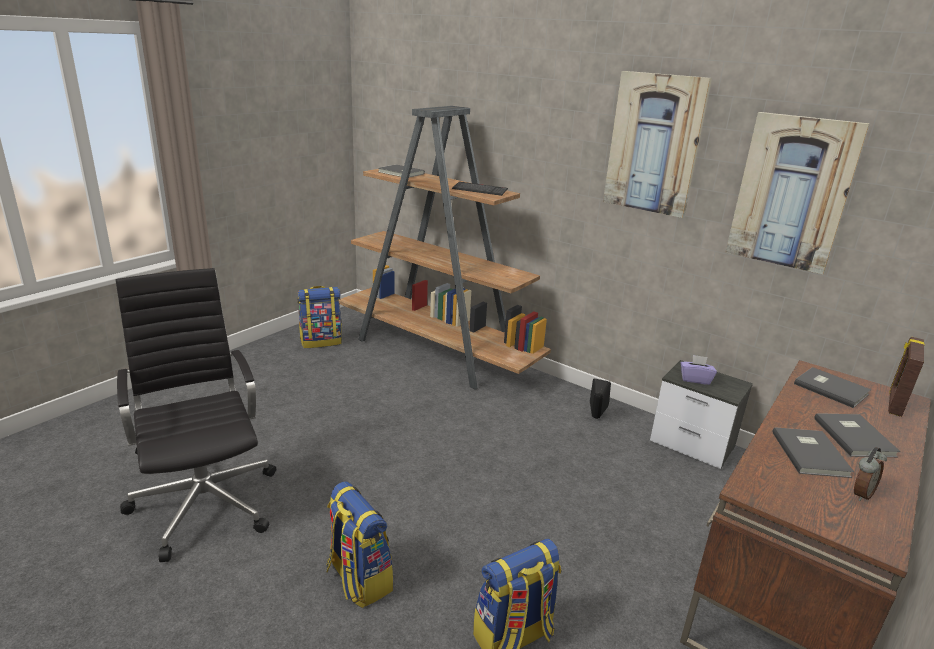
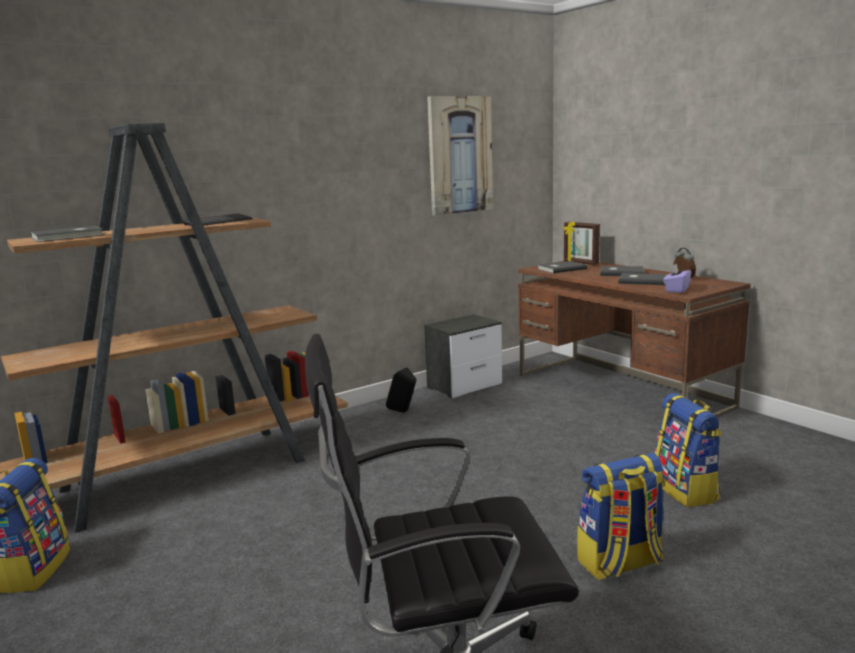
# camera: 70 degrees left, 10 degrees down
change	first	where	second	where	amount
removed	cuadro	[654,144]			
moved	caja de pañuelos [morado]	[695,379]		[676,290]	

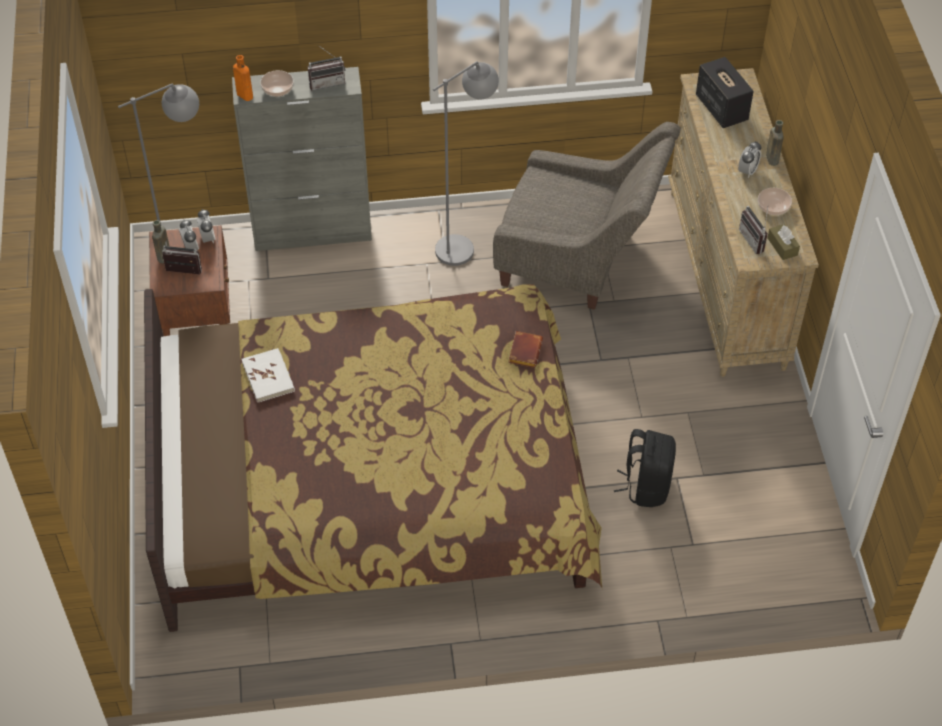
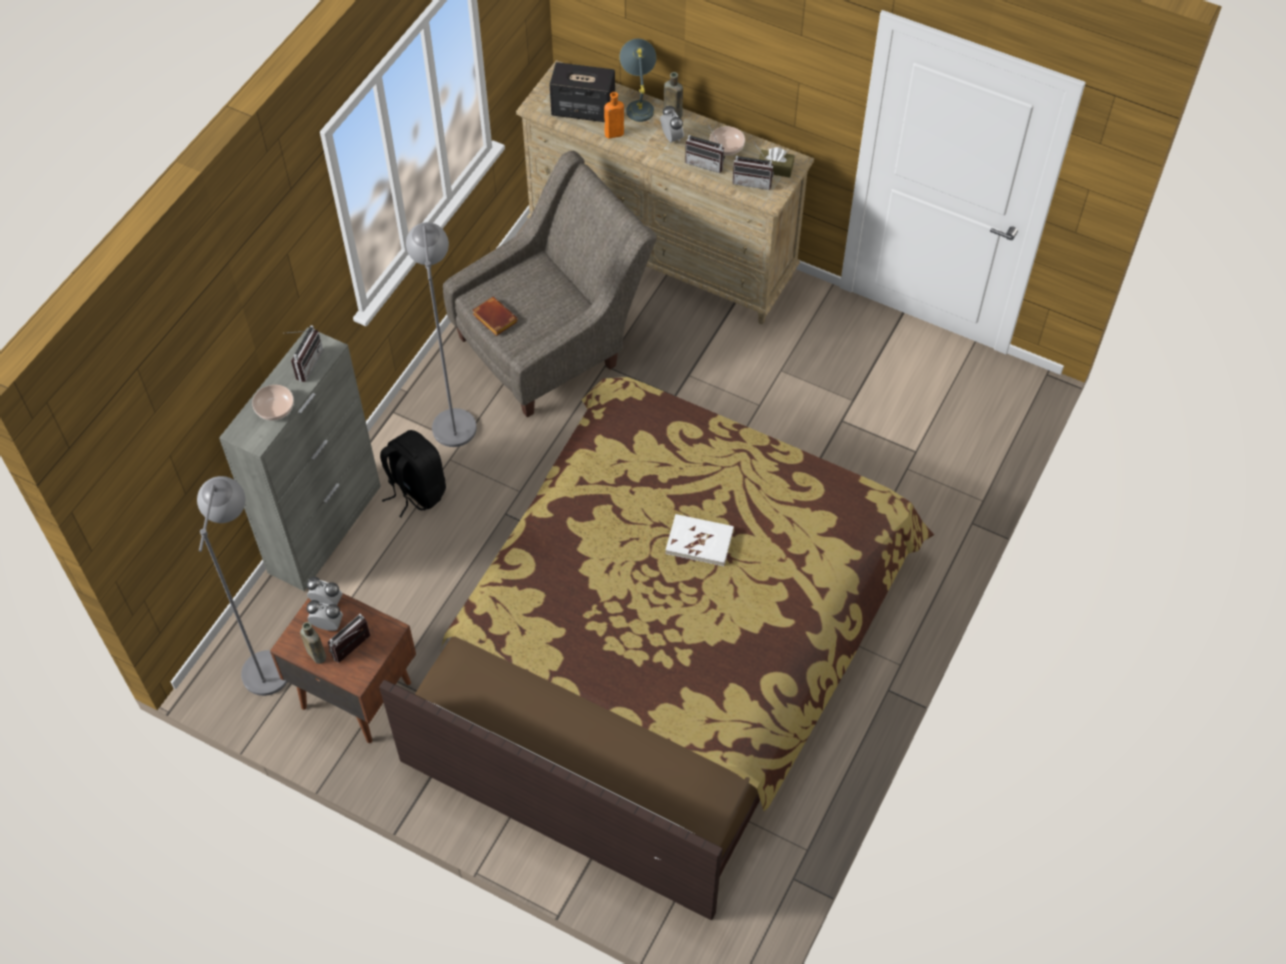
# camera: 55 degrees left, 5 degrees up
change	first	where	second	where	amount
added			lámpara de mesa [gris]	[639,104]	
added			radio	[706,162]	
moved	botella [naranja]	[244,95]		[612,134]	
moved	libro [blanco]	[268,377]		[699,541]	
moved	libro [marrón]	[524,351]		[493,319]	
moved	mochila [negro]	[646,486]		[416,490]	

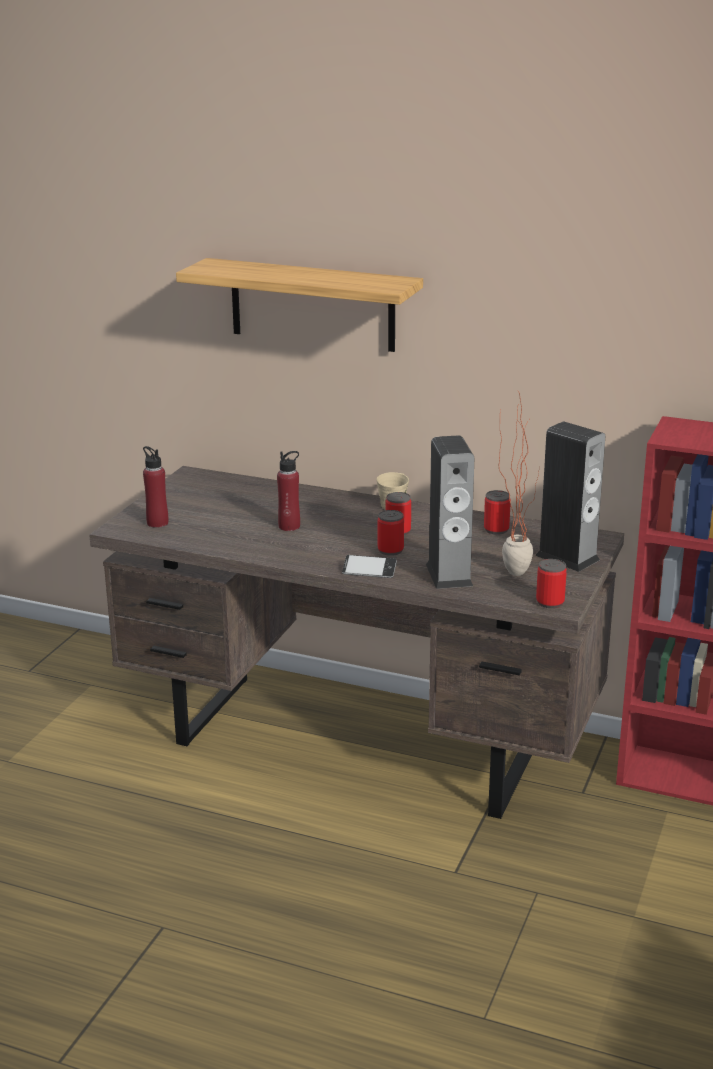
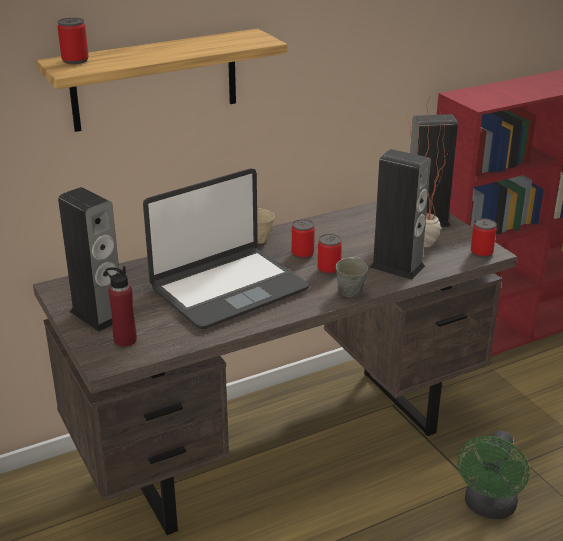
# camera: 50 degrees left, 5 degrees up
change	first	where	second	where	amount
added			altavoz	[98,314]	
added			ventilador [verde]	[488,508]	
moved	lata	[496,529]		[75,60]	
replaced	botella [rojo]	[289,526]	portátil	[228,288]	
replaced	móvil	[369,571]	taza grande [gris]	[350,290]	

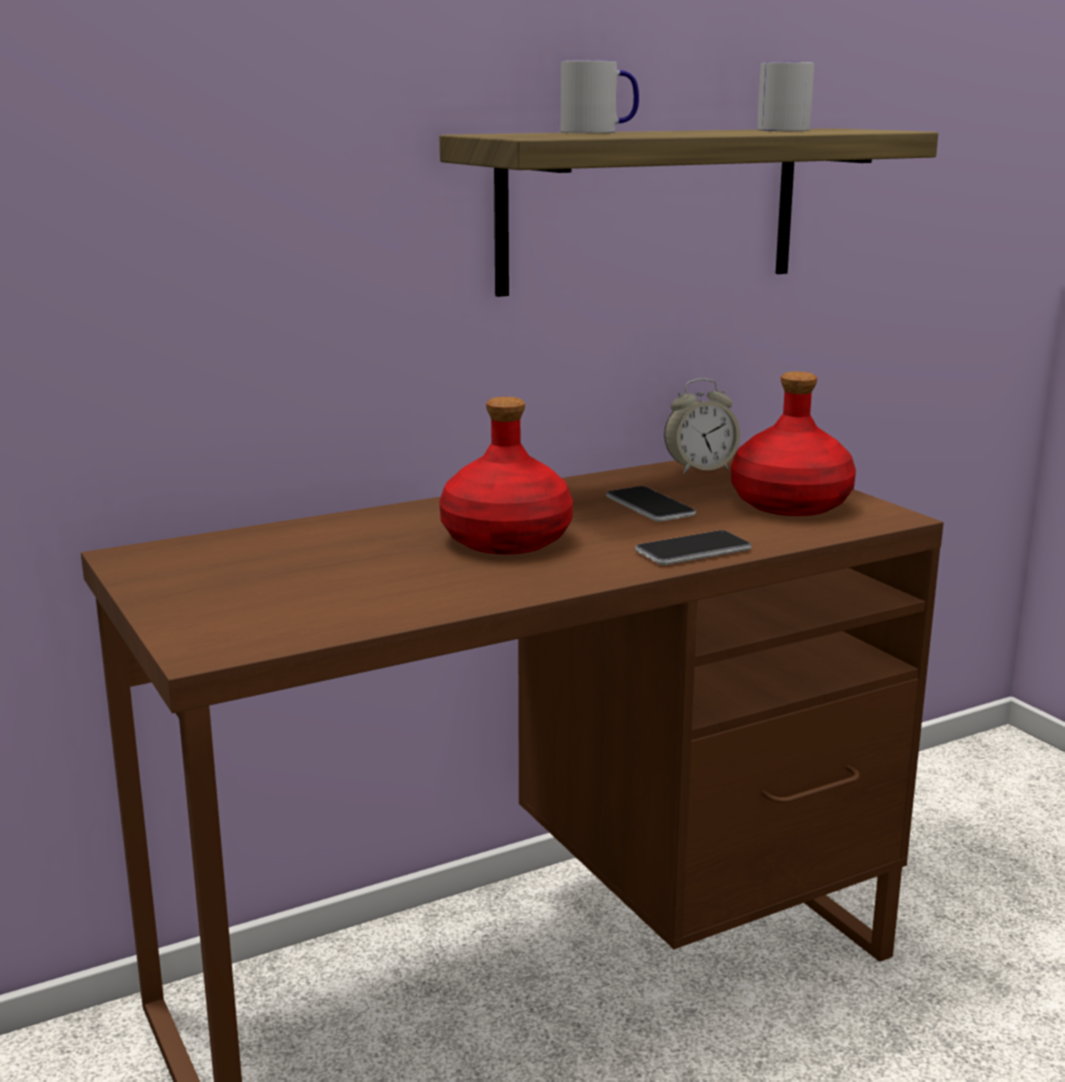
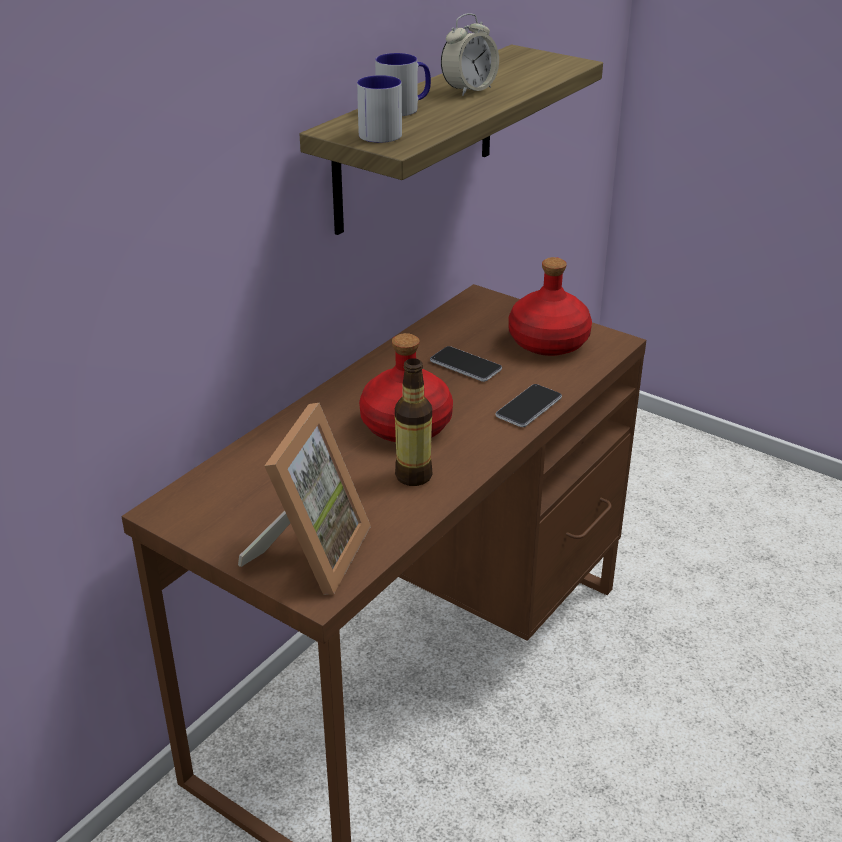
# camera: 25 degrees left, 15 degrees up
change	first	where	second	where	amount
added			portarretratos	[310,553]	
added			botella	[413,476]	
moved	despertador	[700,469]		[469,90]	
moved	taza grande	[783,130]		[378,132]	

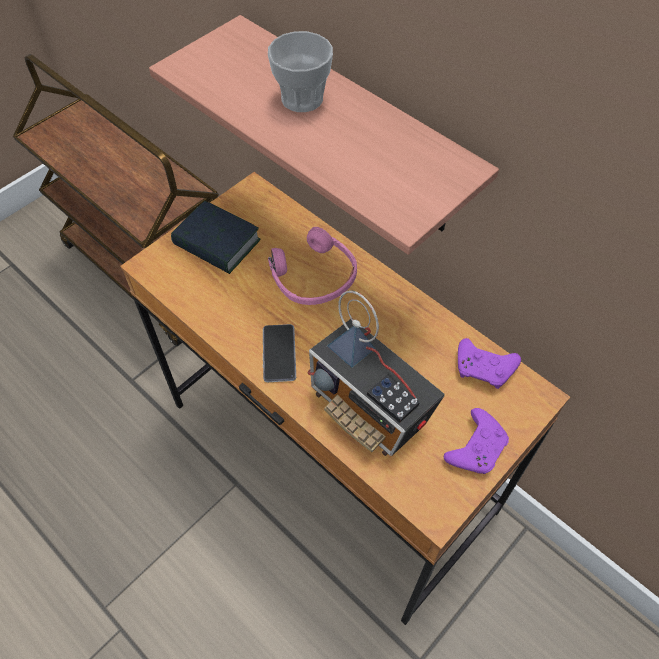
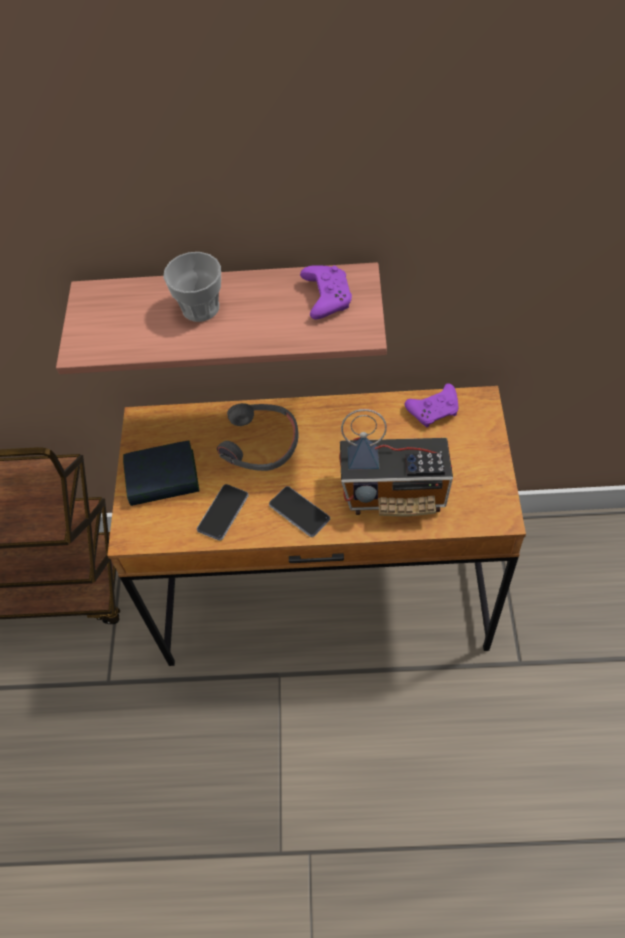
# camera: 40 degrees left, 0 degrees up
change	first	where	second	where	amount
added			móvil	[223,512]	
moved	mando de consola [morado]	[476,447]		[326,297]	
recoloured	auriculares [rosa]	[313,276]	auriculares [gris]	[260,444]	

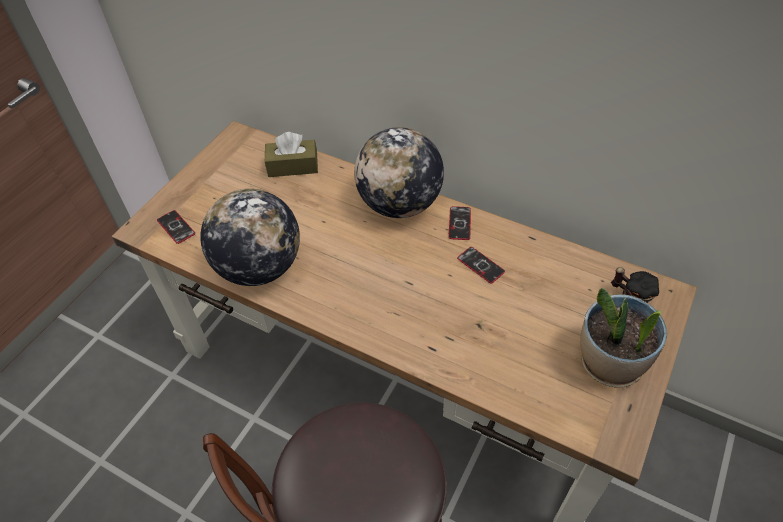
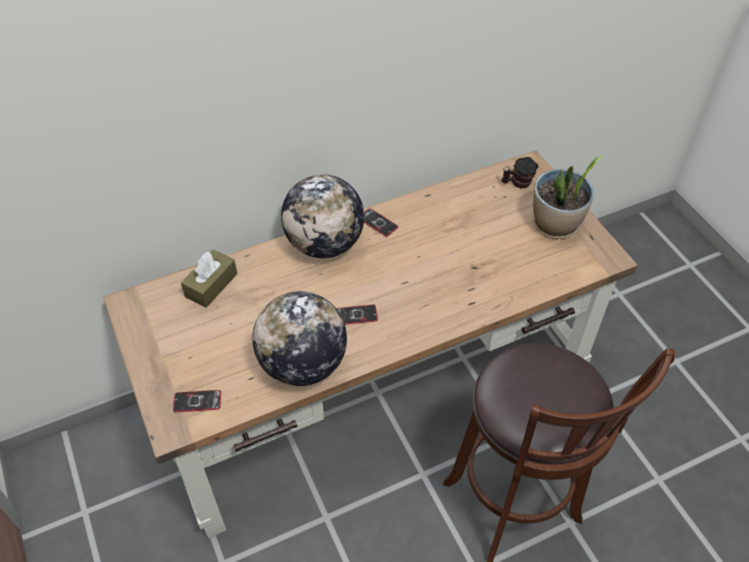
# camera: 55 degrees left, 0 degrees up
change	first	where	second	where	amount
moved	móvil	[480,265]		[355,315]	

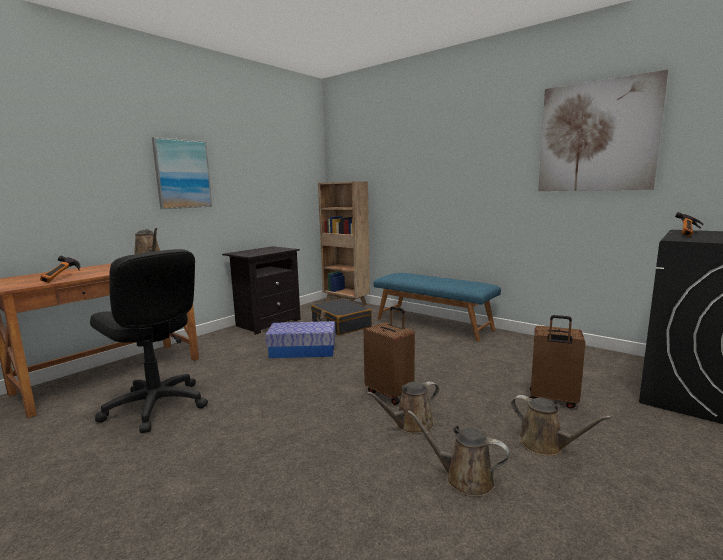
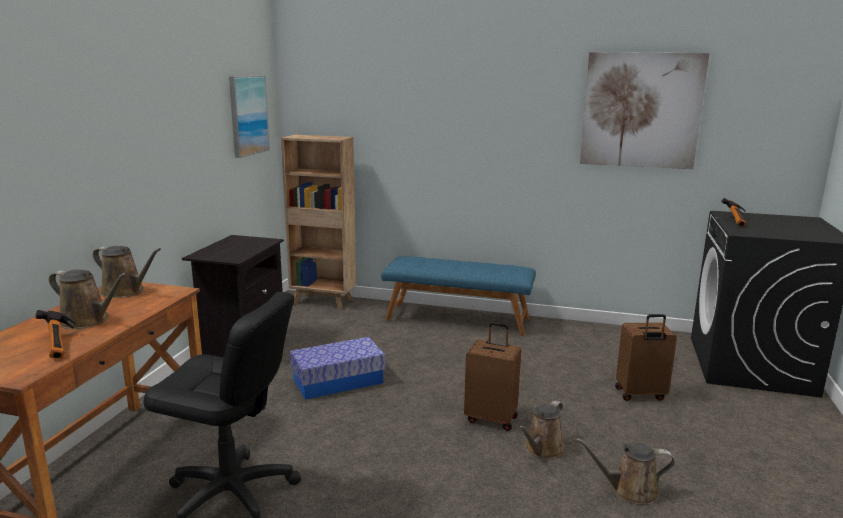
# camera: 25 degrees left, 5 degrees up
change	first	where	second	where	amount
removed	maleta [negro]	[340,325]			
moved	cuadro	[182,174]		[248,115]	
moved	regadera [marrón]	[545,445]		[87,320]	

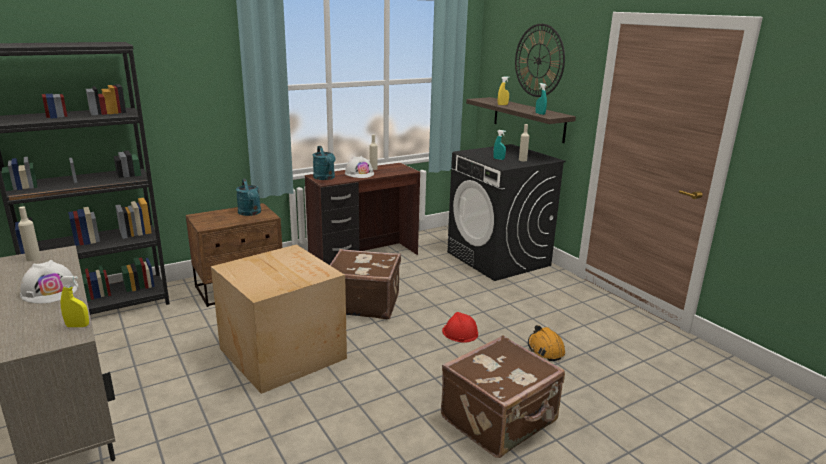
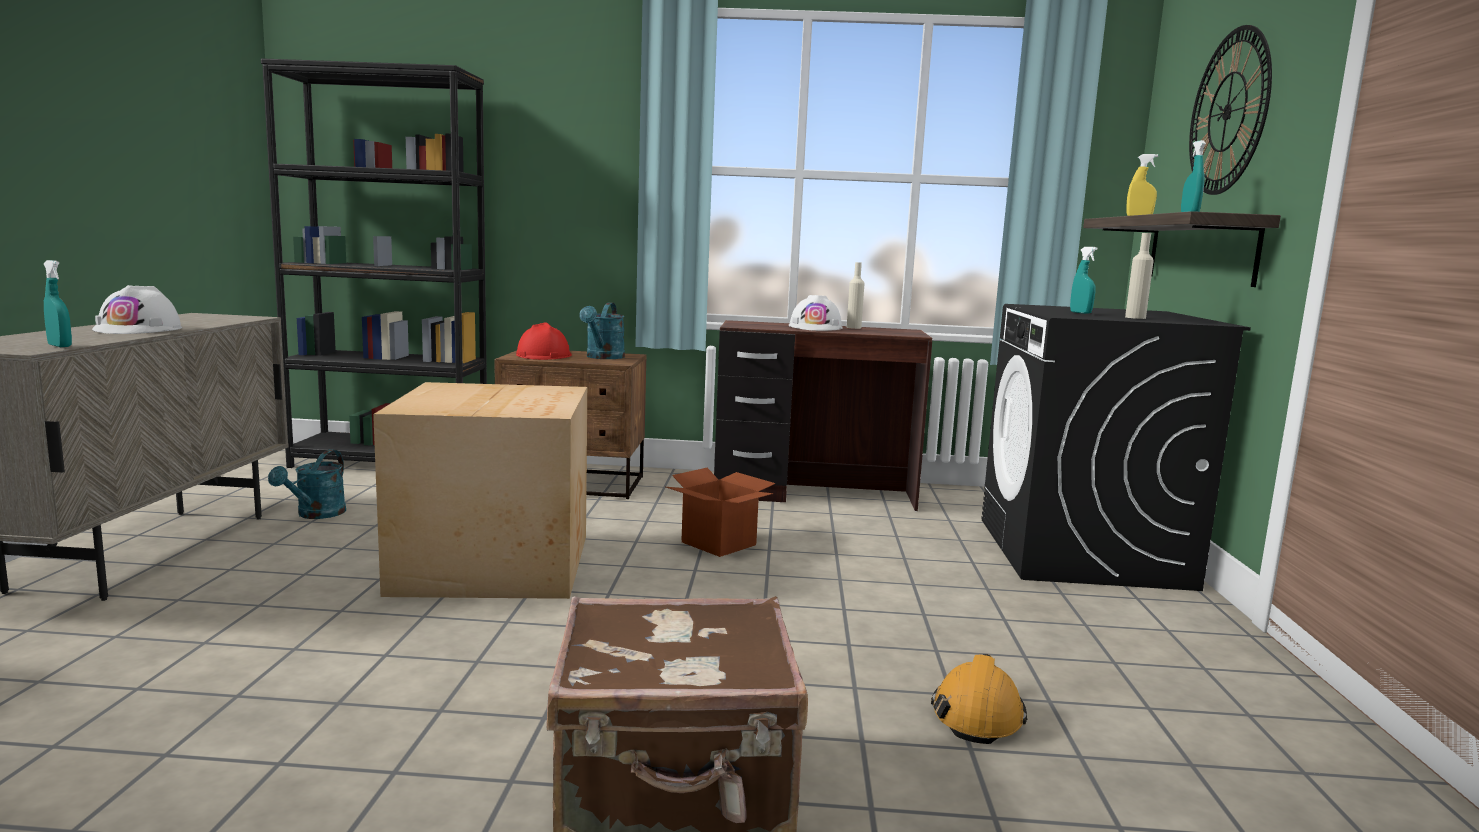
# camera: 35 degrees right, 10 degrees down
change	first	where	second	where	amount
removed	botella [beis]	[33,258]			
moved	regadera [turquesa]	[325,178]		[316,515]	
moved	casco [rojo]	[460,332]		[543,355]	
replaced	maleta [marrón]	[364,303]	caja de cartón	[718,543]	
recoloured	pulverizador [amarillo]	[77,326]	pulverizador [turquesa]	[60,346]	

